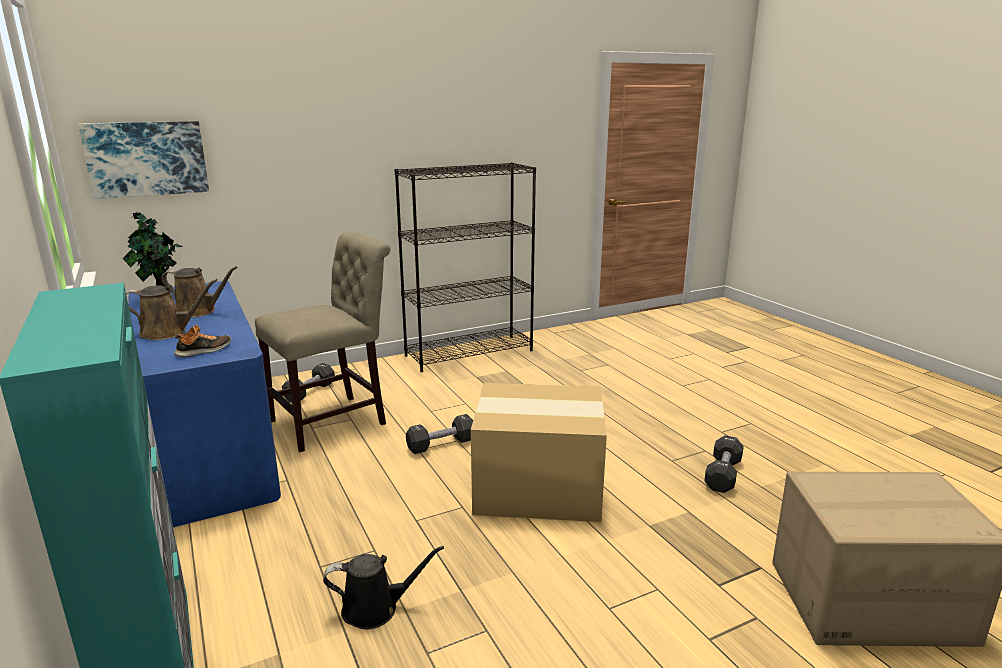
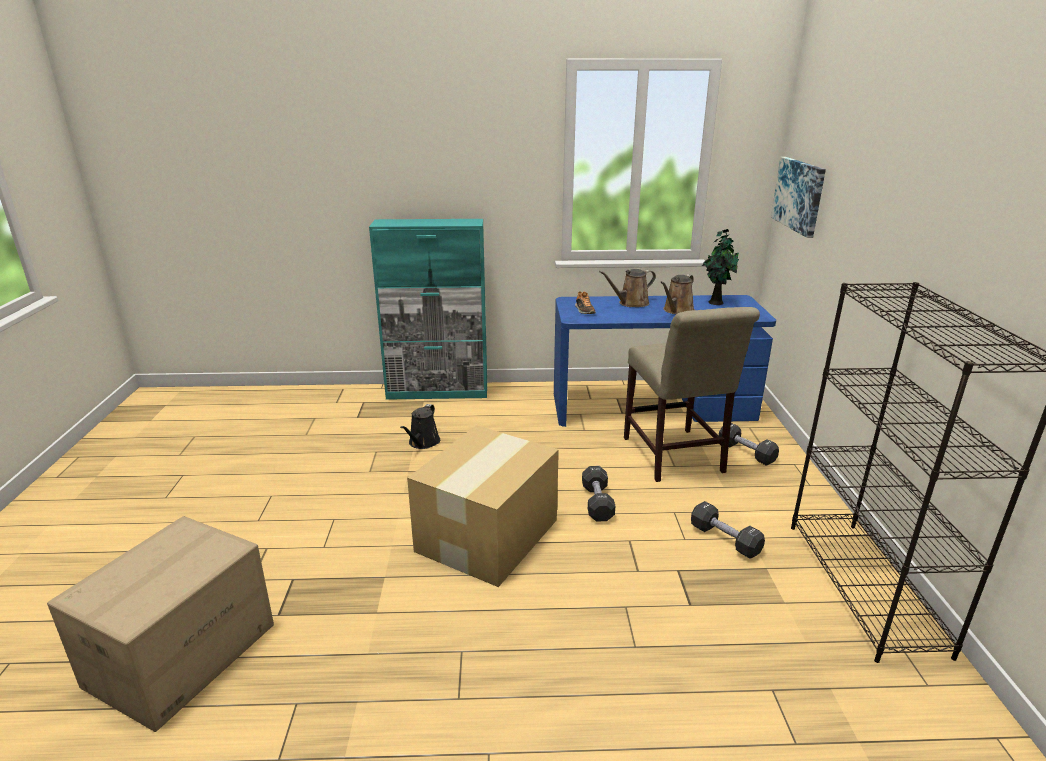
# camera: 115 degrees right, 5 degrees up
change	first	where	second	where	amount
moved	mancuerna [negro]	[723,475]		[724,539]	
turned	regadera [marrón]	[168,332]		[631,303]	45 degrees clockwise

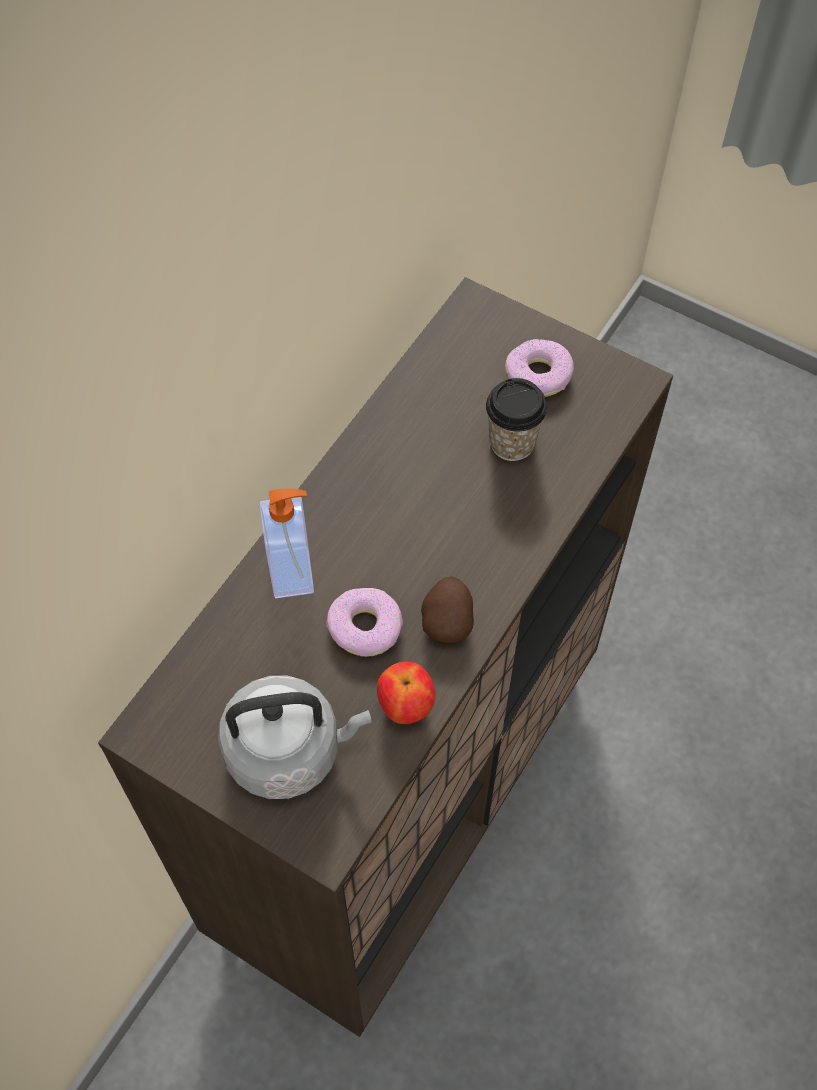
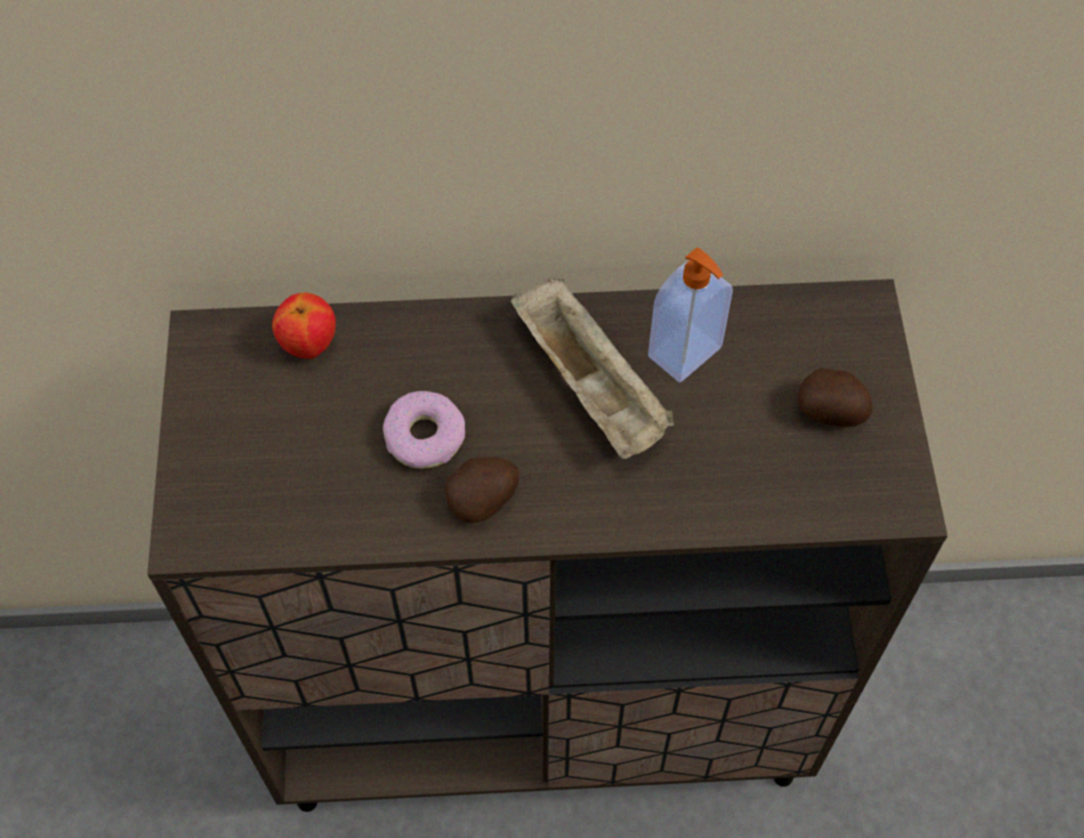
# camera: 55 degrees right, 0 degrees up
change	first	where	second	where	amount
removed	hervidor [gris]	[289,750]			
removed	taza	[512,443]			
added			bandeja [beis]	[591,387]	
moved	dispensador de jabón	[293,572]		[686,354]	
moved	manzana	[406,707]		[309,345]	
replaced	rosquilla	[538,375]	patata	[831,412]	

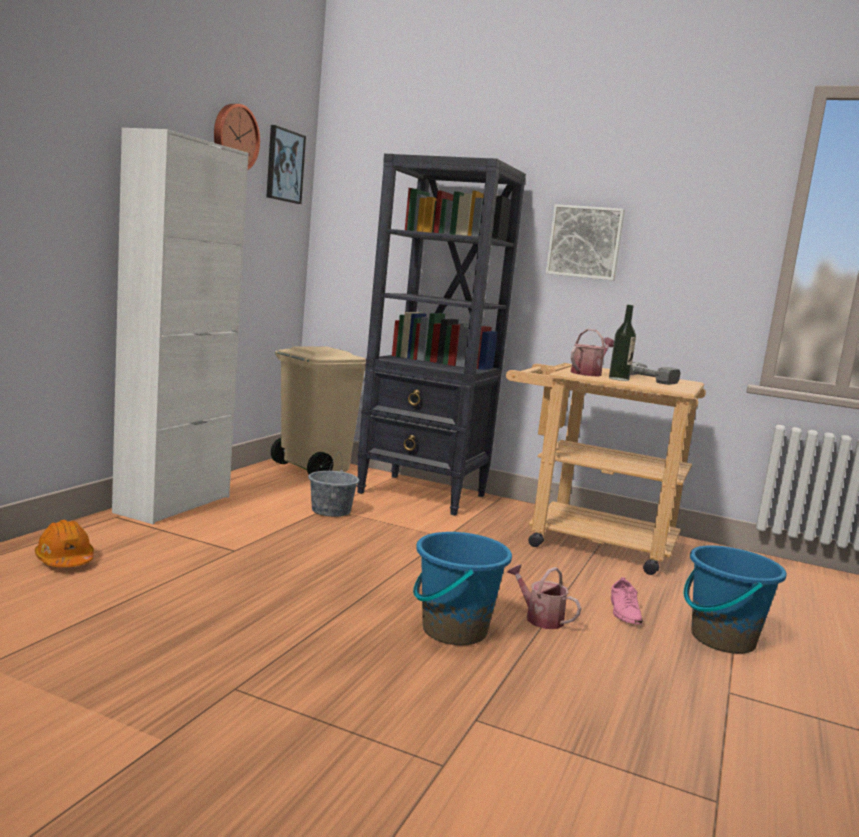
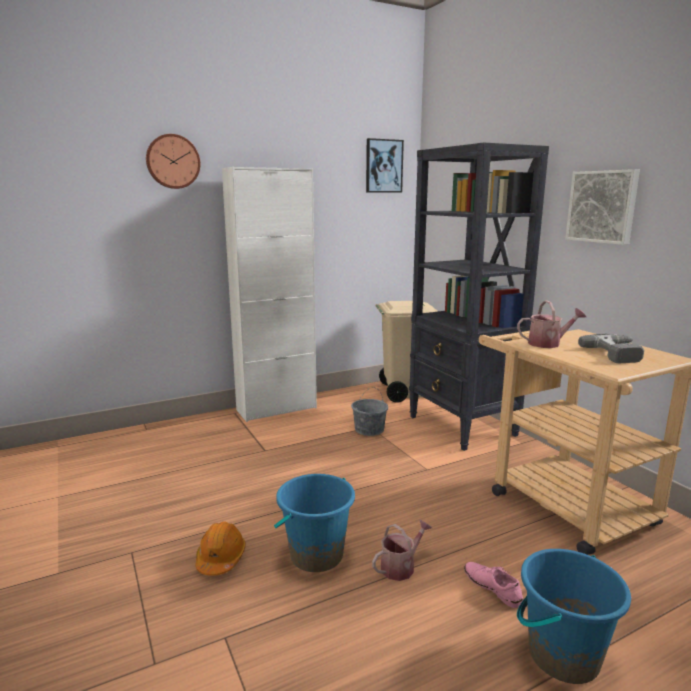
# camera: 40 degrees right, 5 degrees up
change	first	where	second	where	amount
removed	botella	[618,379]			
moved	casco [naranja]	[64,560]		[221,558]	
moved	reloj de pared	[234,137]		[173,161]	
turned	regadera	[539,618]		[401,566]	60 degrees clockwise
turned	zapato [rosa]	[624,612]		[492,587]	105 degrees clockwise

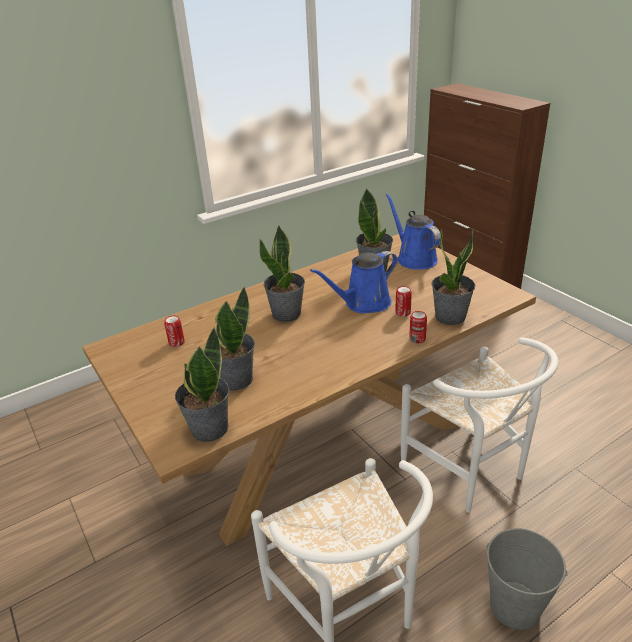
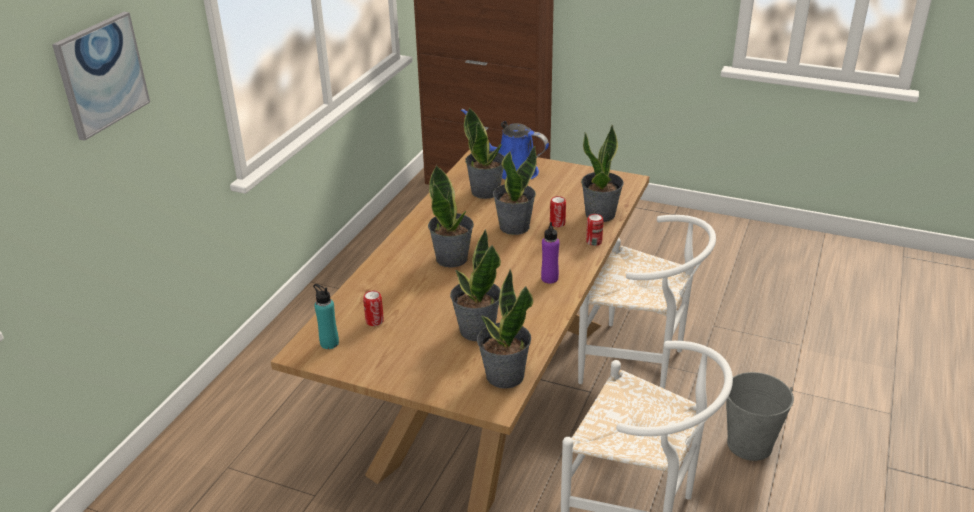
# camera: 35 degrees left, 0 degrees up
change	first	where	second	where	amount
added			cuadro	[101,74]	
added			botella [turquesa]	[329,343]	
added			botella [morado]	[549,278]	
replaced	regadera [azul]	[364,304]	planta en maceta	[514,226]	

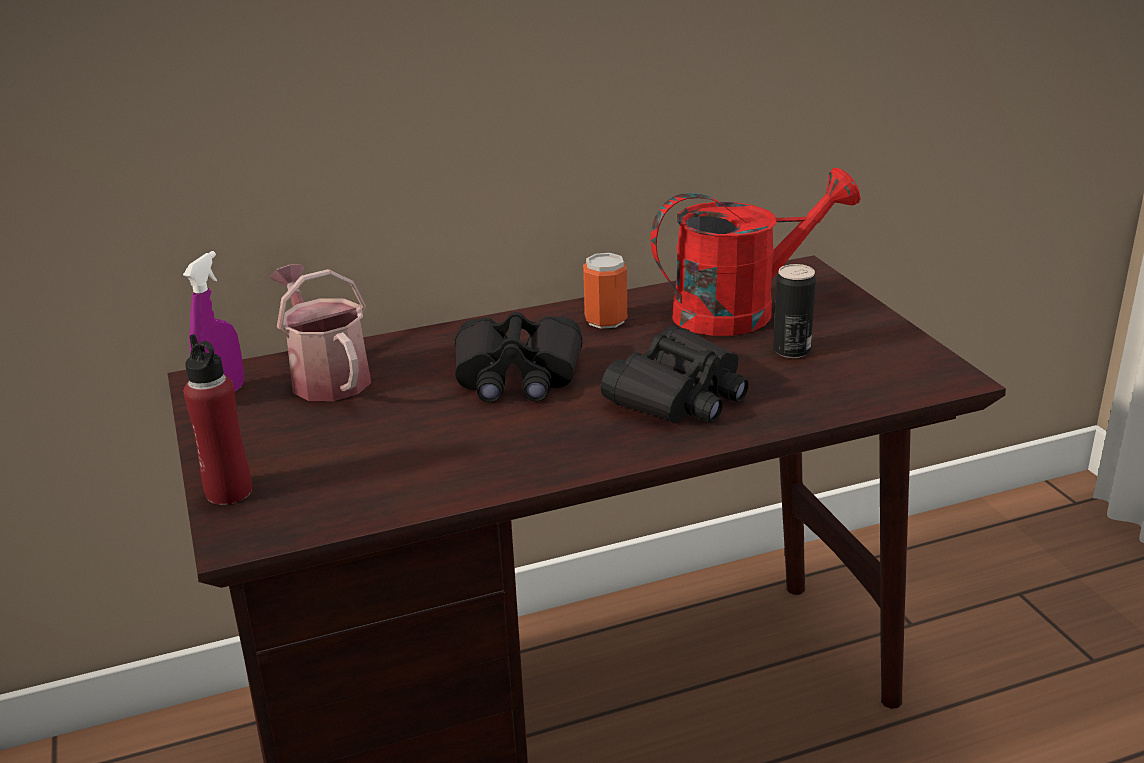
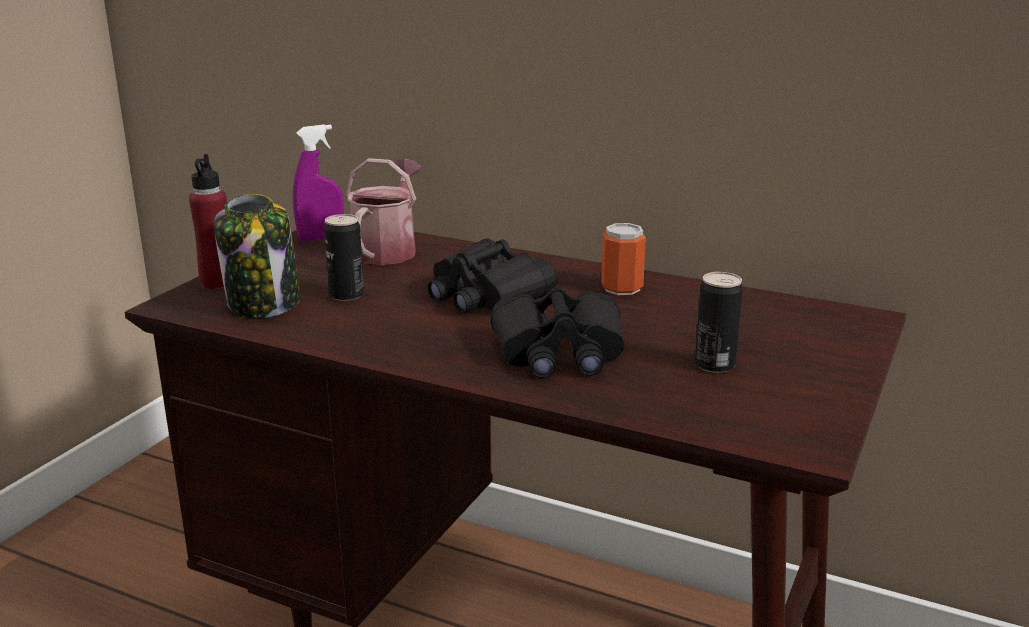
# camera: 45 degrees right, 5 degrees down
change	first	where	second	where	amount
removed	regadera [rojo]	[741,310]			
added			tarro	[264,304]	
added			lata	[346,295]	

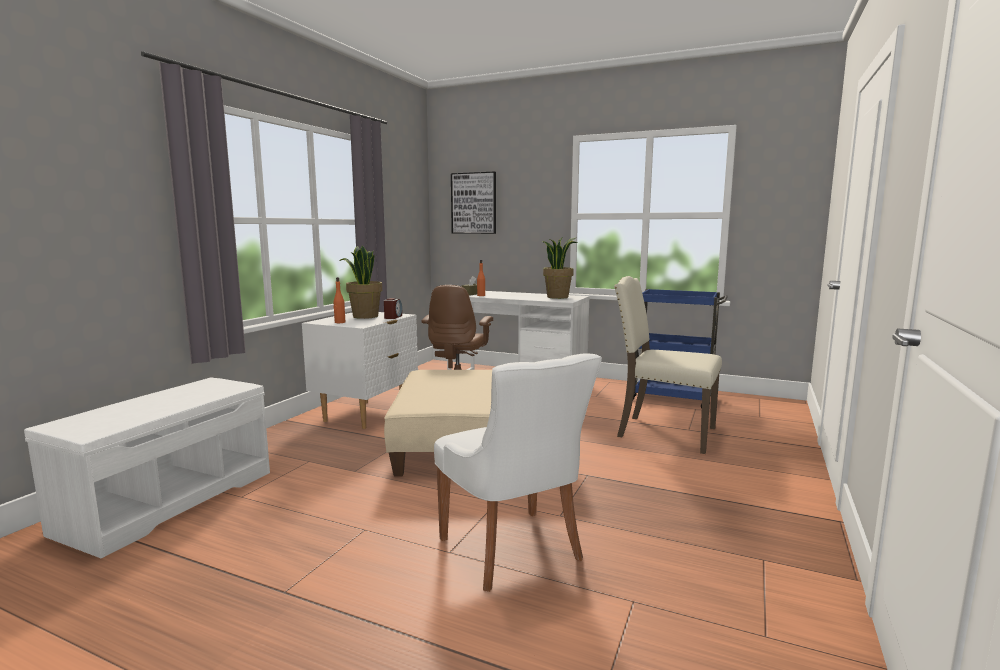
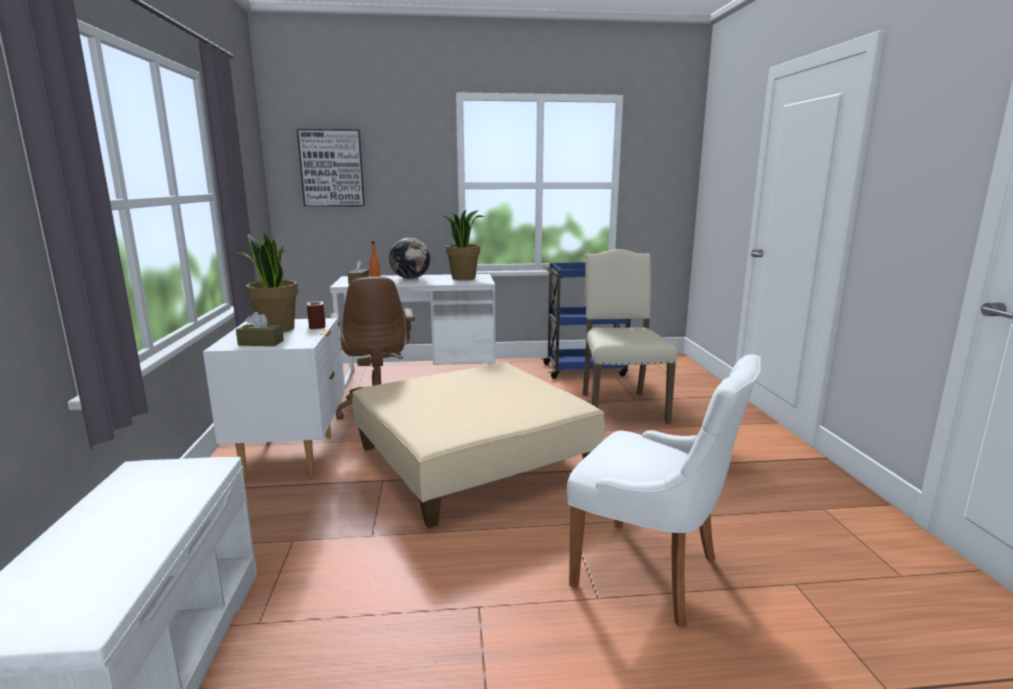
# camera: 30 degrees left, 5 degrees up
change	first	where	second	where	amount
added			globo terráqueo	[410,278]	
replaced	botella [naranja]	[339,322]	caja de pañuelos [marrón]	[261,343]	
turned	silla [beis]	[663,432]		[620,407]	90 degrees clockwise

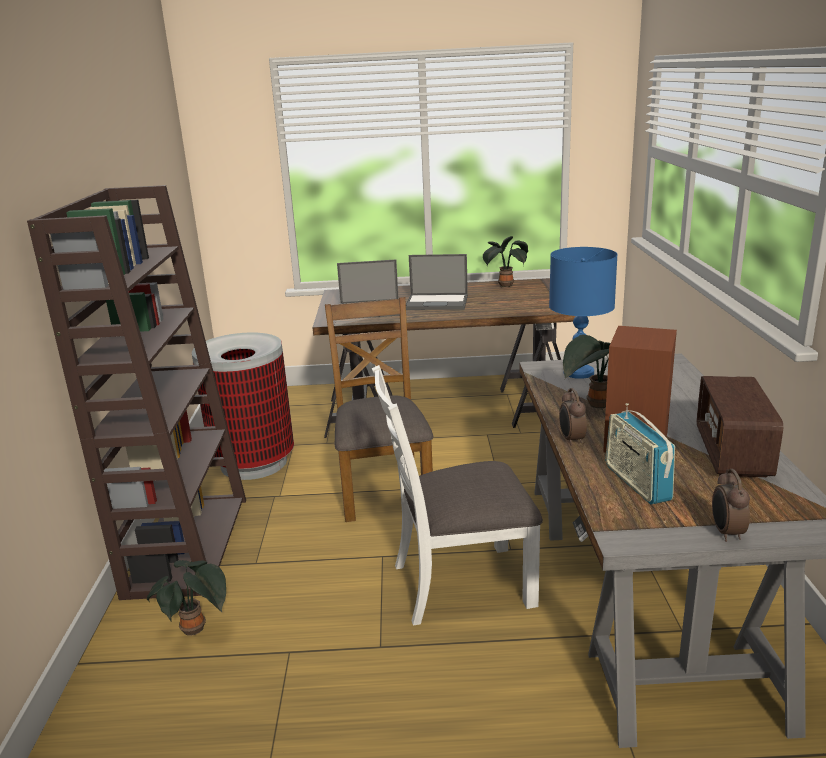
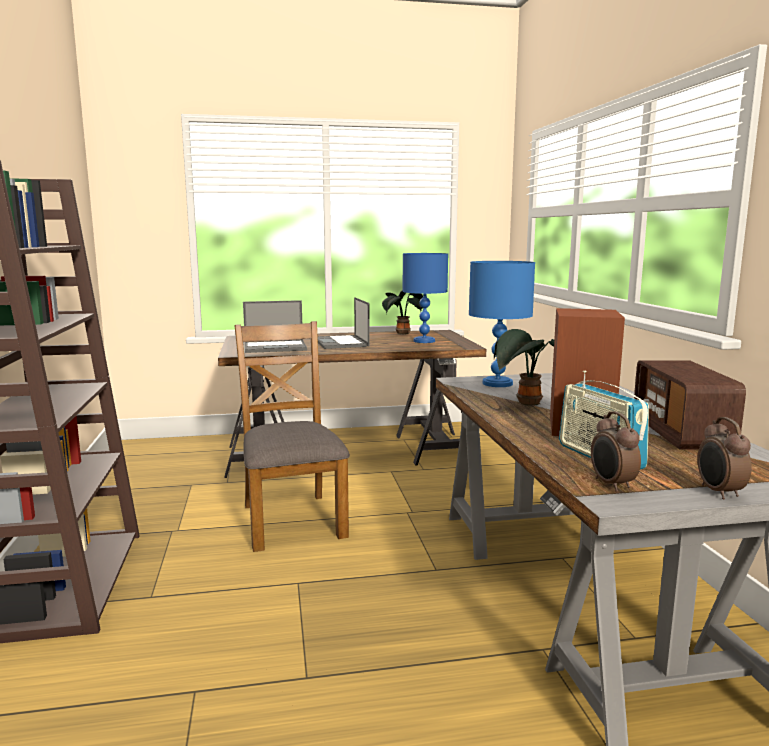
# camera: 10 degrees left, 10 degrees down
change	first	where	second	where	amount
removed	planta en maceta	[196,630]			
removed	papelera	[253,463]			
removed	silla [blanco]	[460,583]			
added			lámpara de mesa [azul]	[424,341]	
moved	despertador	[571,440]		[611,485]	
turned	portátil	[437,302]		[341,343]	75 degrees clockwise

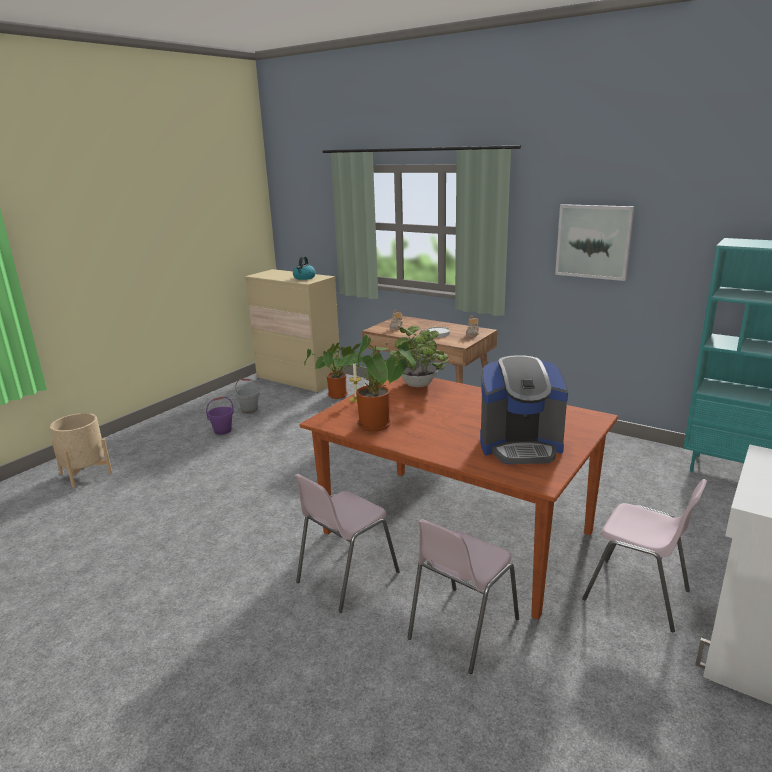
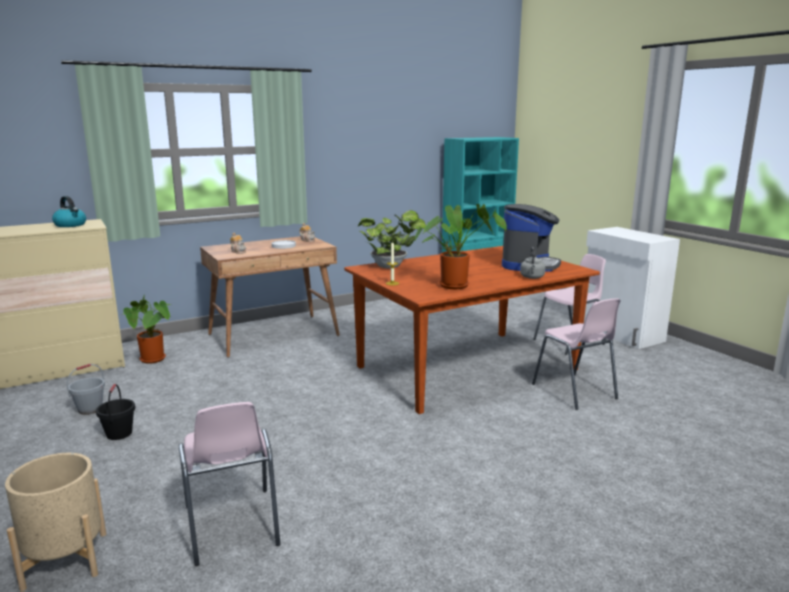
# camera: 65 degrees left, 5 degrees down
change	first	where	second	where	amount
removed	cuadro	[593,241]			
added			hervidor [gris]	[532,277]	
moved	silla [rosa]	[346,577]		[231,526]	
recoloured	cubo [morado]	[222,431]	cubo [negro]	[119,434]	

